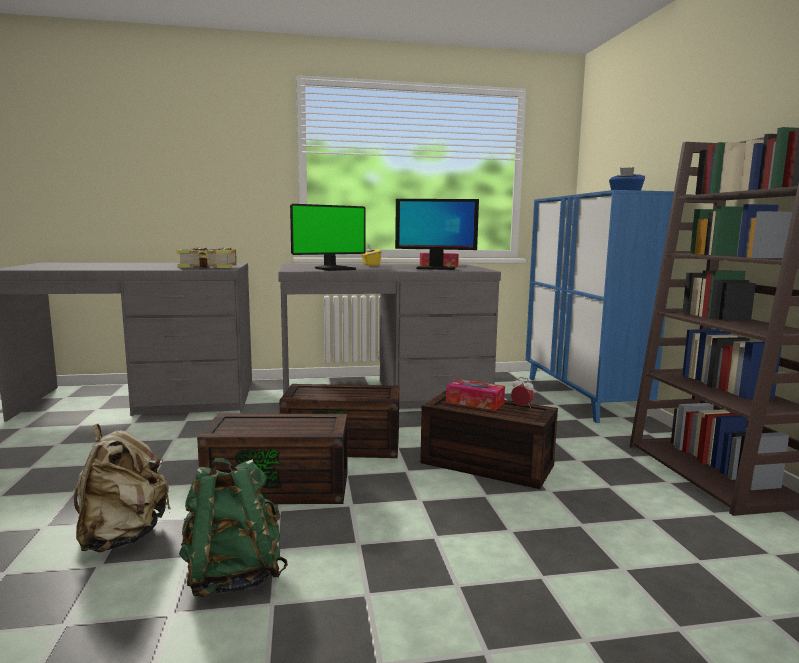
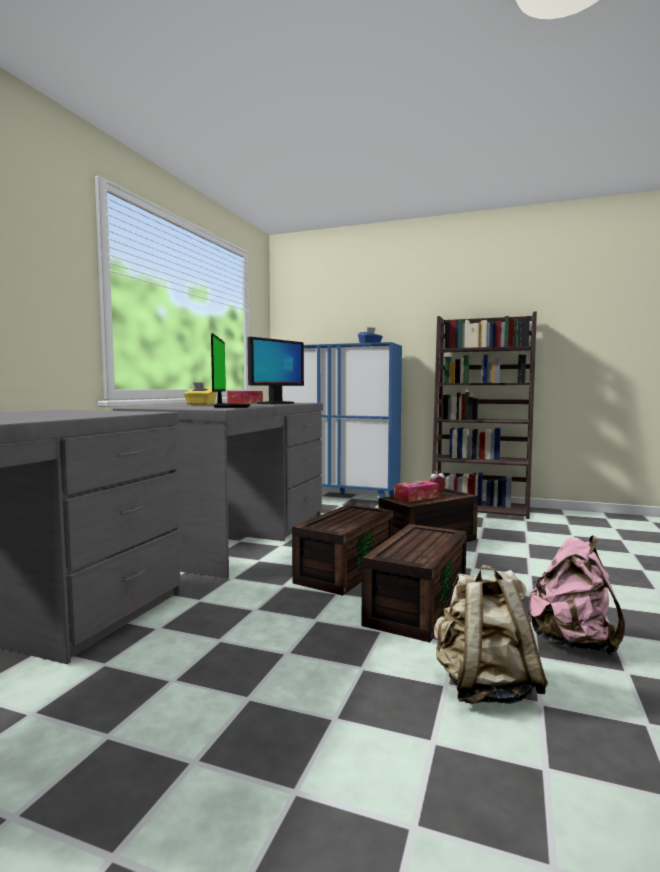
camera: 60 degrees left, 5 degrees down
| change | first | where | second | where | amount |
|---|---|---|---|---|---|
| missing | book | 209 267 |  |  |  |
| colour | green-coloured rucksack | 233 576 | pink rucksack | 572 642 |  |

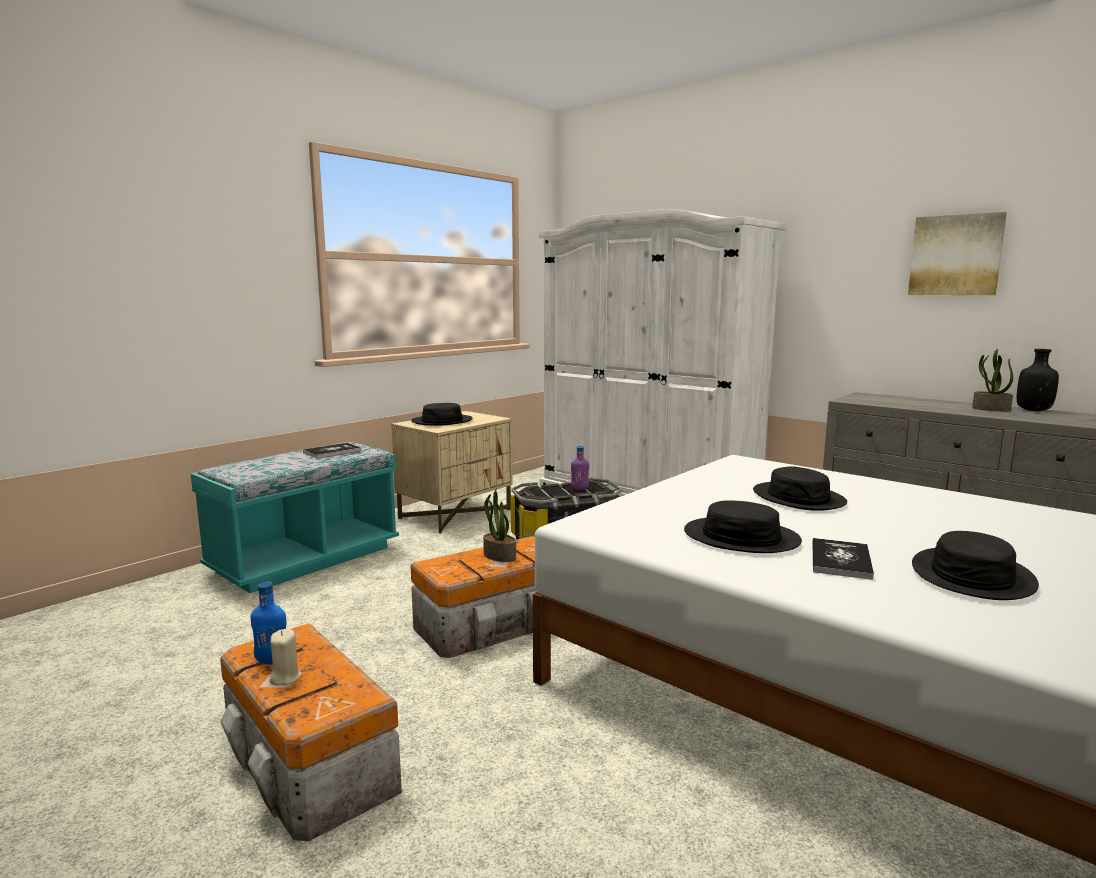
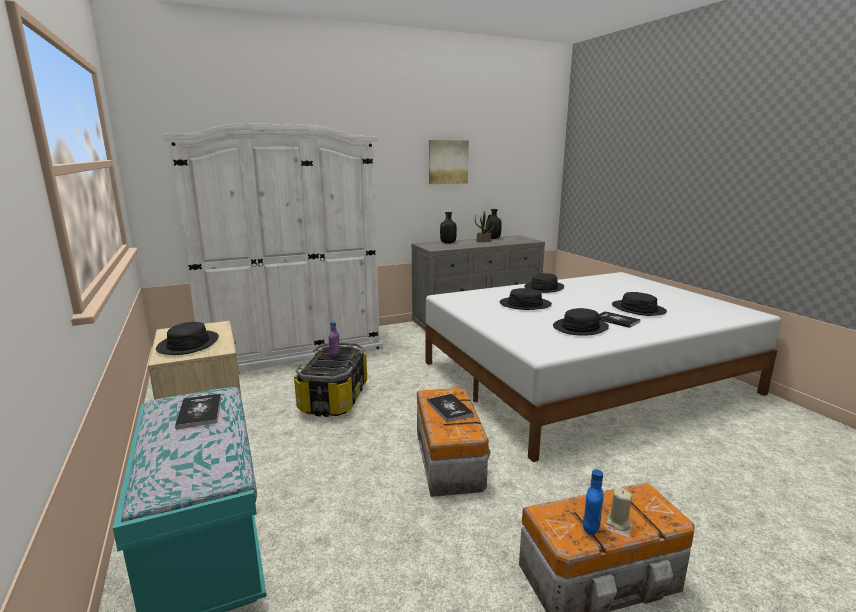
camera: 65 degrees left, 5 degrees up
| change | first | where | second | where | amount |
|---|---|---|---|---|---|
| exchanged | potted plant | 499 556 | book | 449 408 |  |
| appeared |  |  | black beverage bottle | 447 243 |  |
| appeared |  |  | black clothing hat | 544 288 |  |

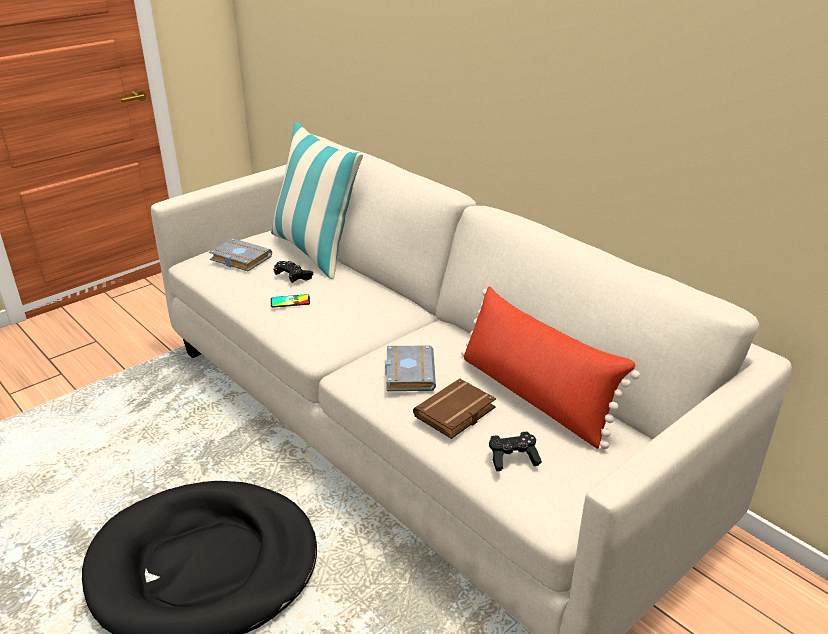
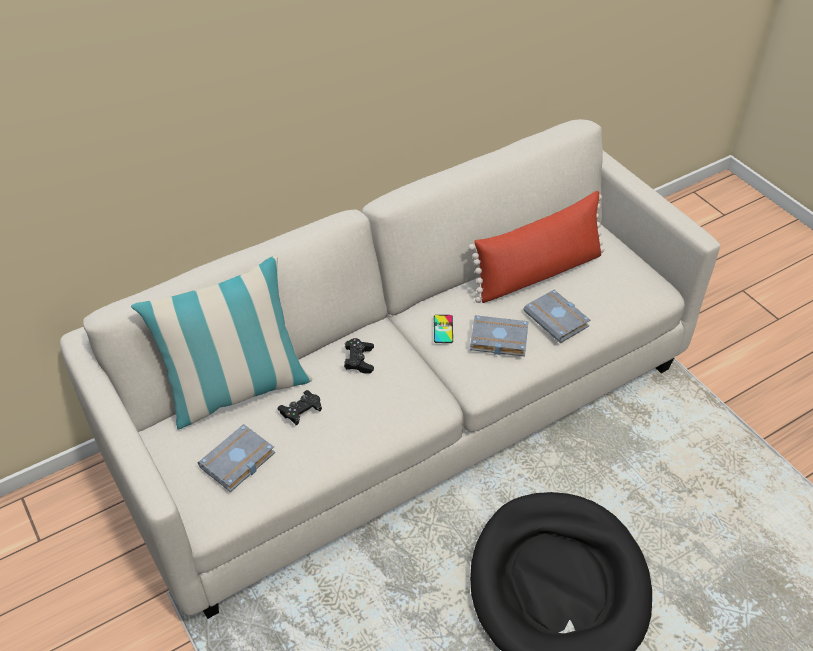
camera: 80 degrees left, 15 degrees up
| change | first | where | second | where | amount |
|---|---|---|---|---|---|
| relocated | telephone | 290 301 |  | 443 329 |  |
| colour | brown-coloured book | 455 414 | gray book | 558 319 |  |
| relocated | black gamepad | 513 458 |  | 359 361 |  |

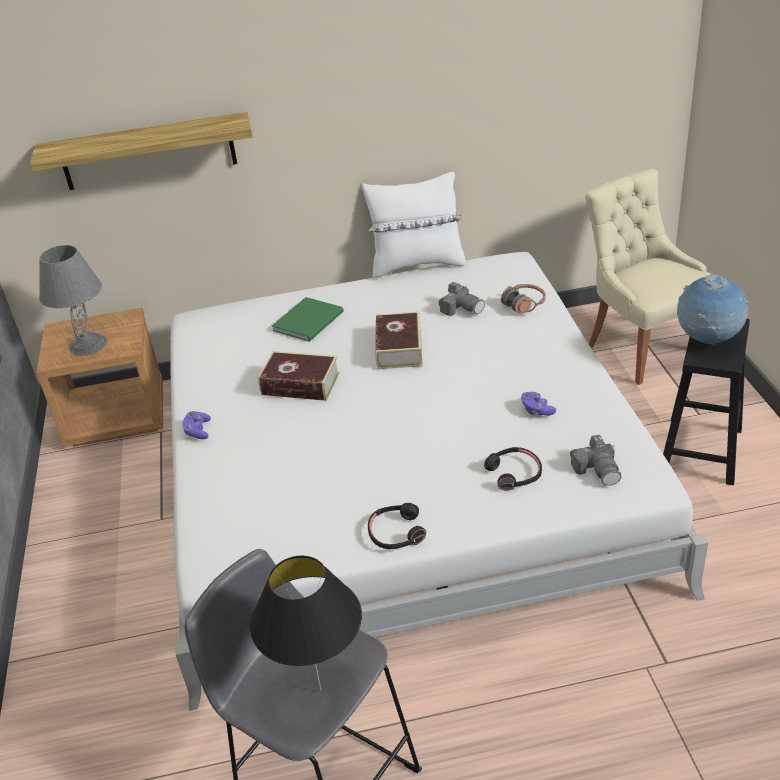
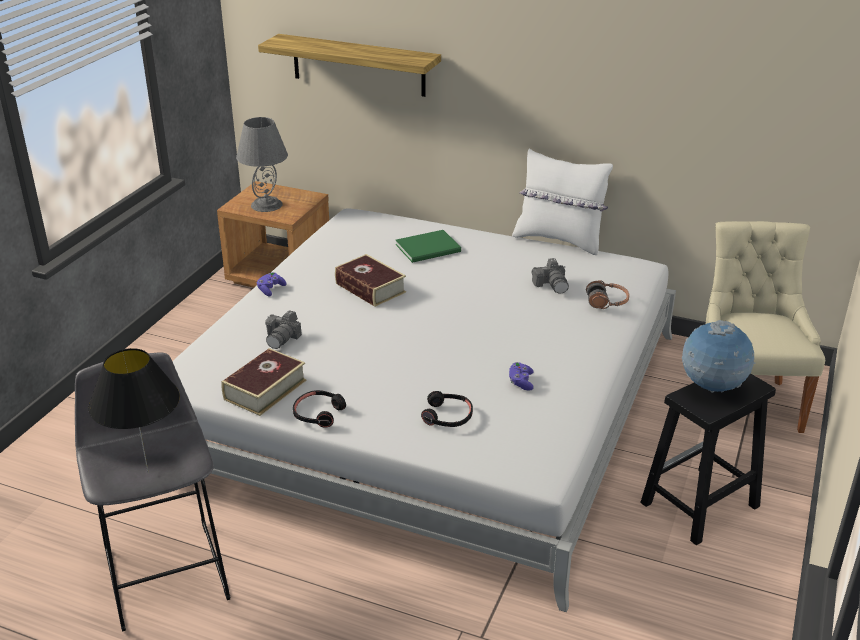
camera: 30 degrees right, 5 degrees down
| change | first | where | second | where | amount |
|---|---|---|---|---|---|
| relocated | book | 399 348 |  | 265 390 |  |
| relocated | photo camera | 598 470 |  | 282 338 |  |

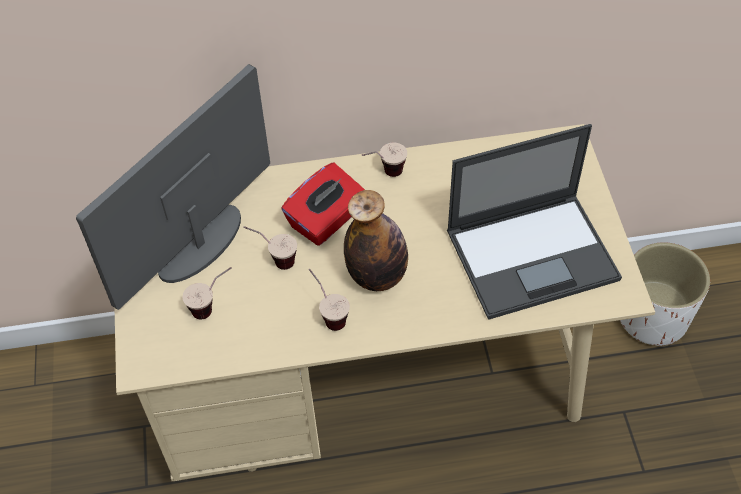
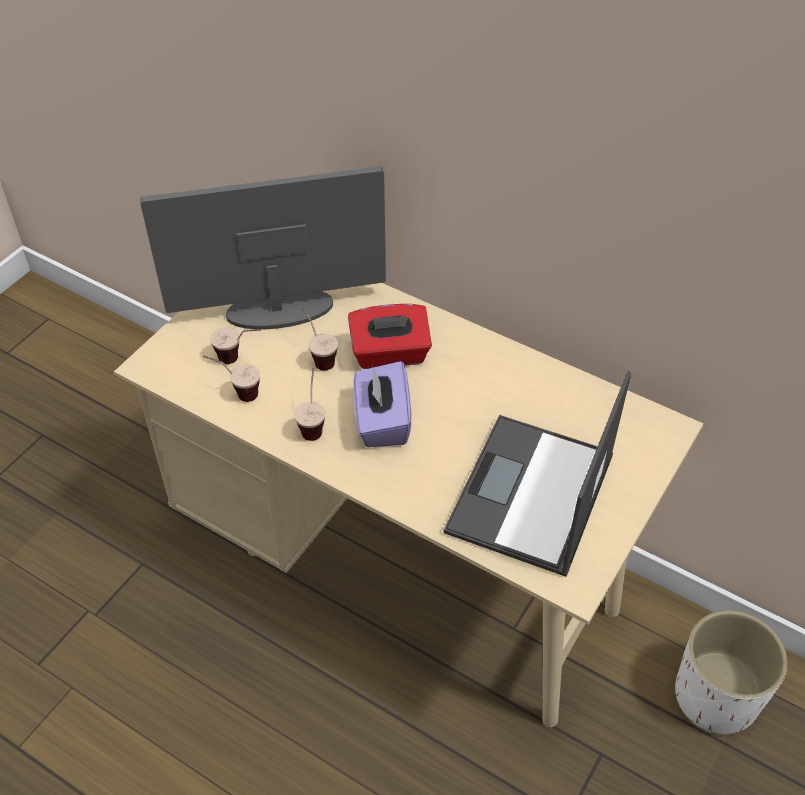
camera: 40 degrees right, 5 degrees down
| change | first | where | second | where | amount |
|---|---|---|---|---|---|
| spun | notebook computer | 533 254 |  | 530 496 | 90 degrees clockwise |
| relocated | drinking cup | 384 174 |  | 236 393 |  |
| exchanged | beverage bottle | 377 276 | purplish tissue holder | 382 422 |  |

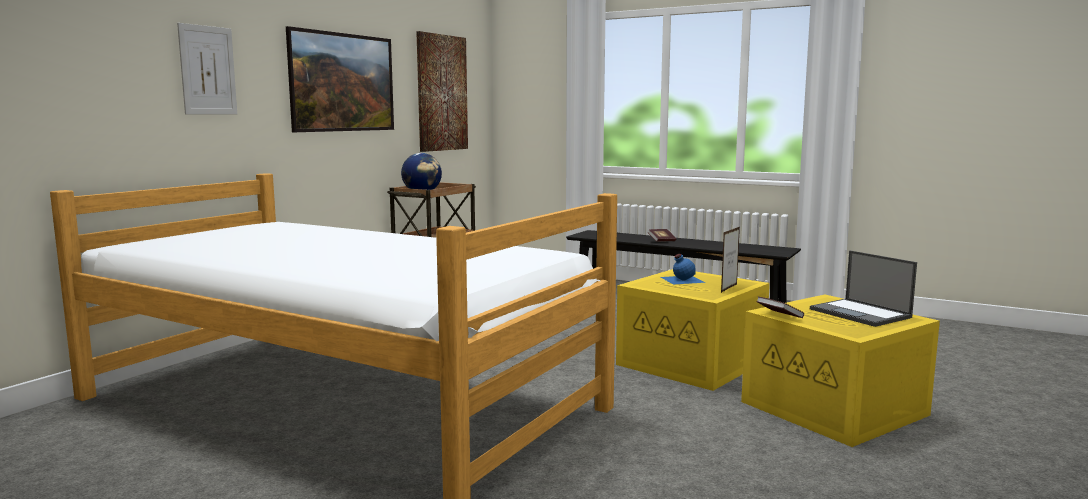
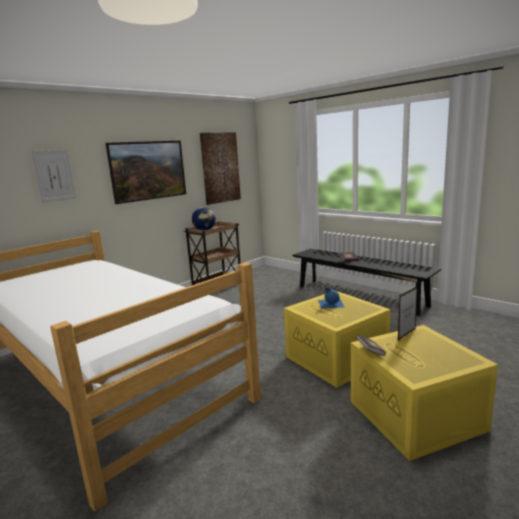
camera: 15 degrees right, 5 degrees up
| change | first | where | second | where | amount |
|---|---|---|---|---|---|
| relocated | standing frame | 729 288 |  | 406 334 |  |
| missing | notebook computer | 861 313 |  |  |  |

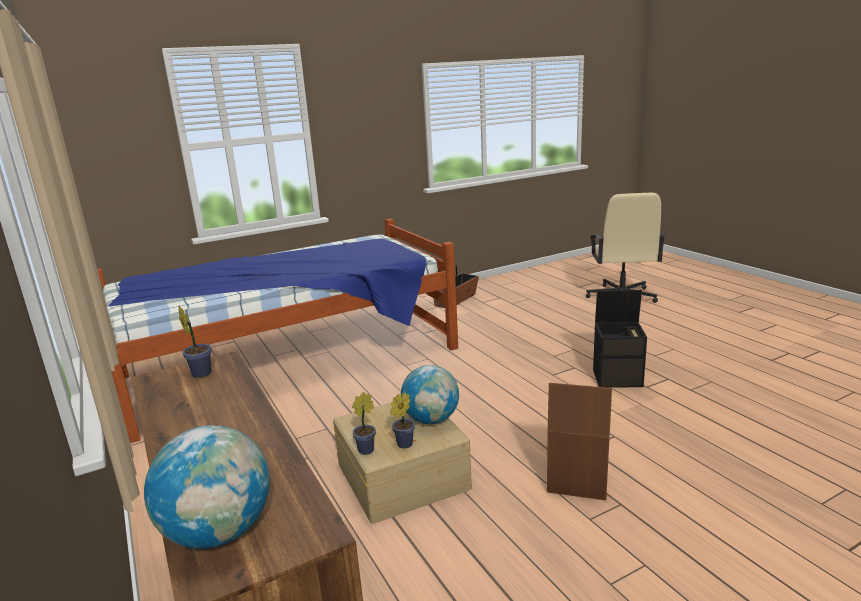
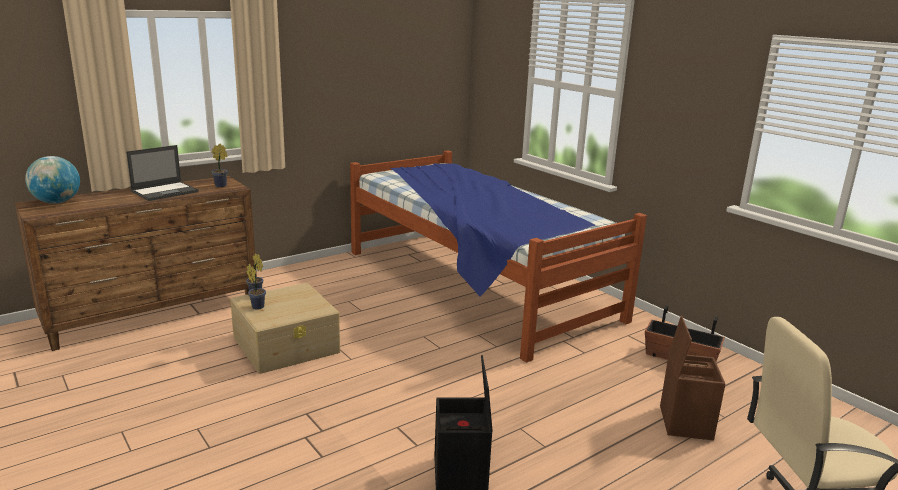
camera: 80 degrees right, 0 degrees up
| change | first | where | second | where | amount |
|---|---|---|---|---|---|
| missing | desk globe | 431 419 |  |  |  |
| relocated | brown-coloured storage container | 576 481 |  | 684 422 |  |
| appeared |  |  | notebook computer | 165 191 |  |

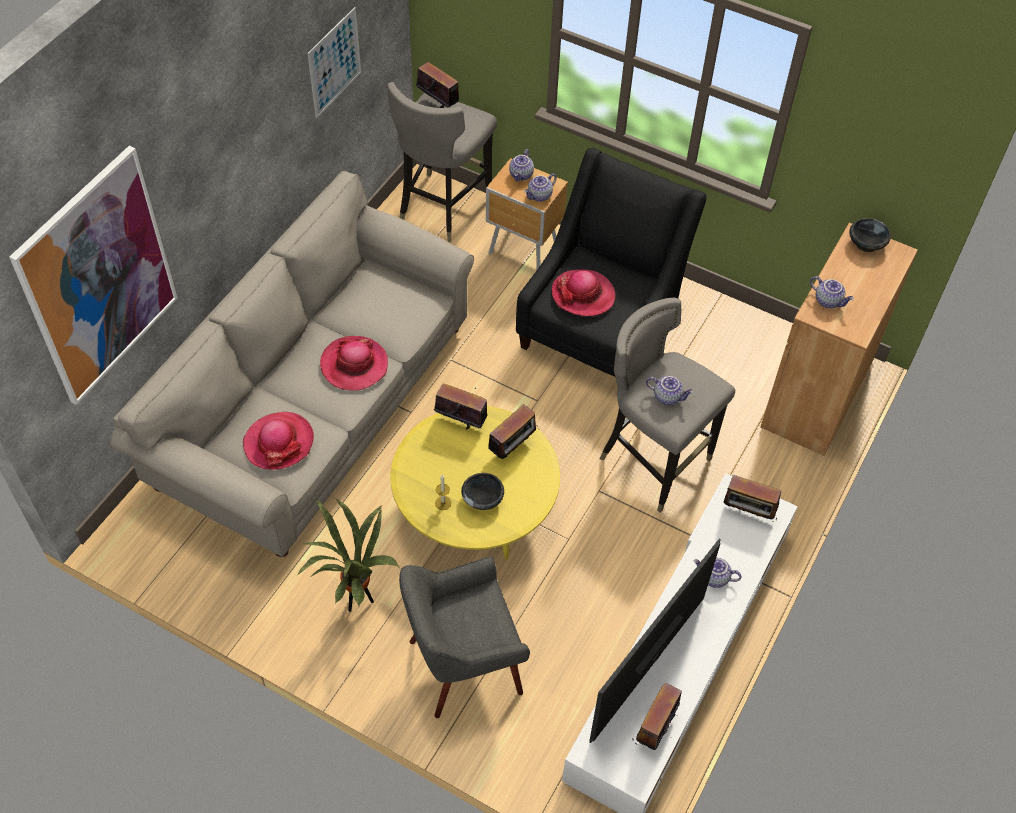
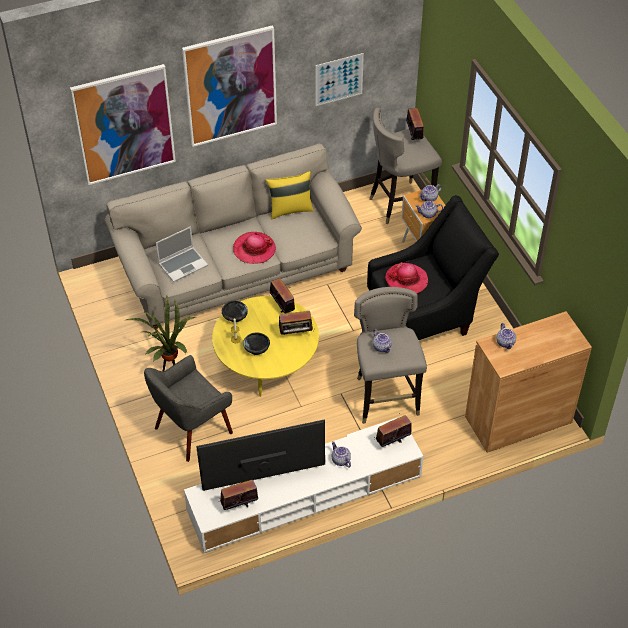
camera: 40 degrees right, 5 degrees down
| change | first | where | second | where | amount |
|---|---|---|---|---|---|
| relocated | black bowl | 866 244 |  | 234 317 |  |
| exchanged | clothing hat | 279 442 | notebook computer | 183 264 |  |
| spun | radio set | 748 512 |  | 392 442 | 90 degrees clockwise |
| spun | gray lounge chair | 463 665 |  | 192 430 | 60 degrees counterclockwise |
| appeared |  |  | wall picture | 230 86 |  |
| appeared |  |  | yellow pillow | 290 209 |  |

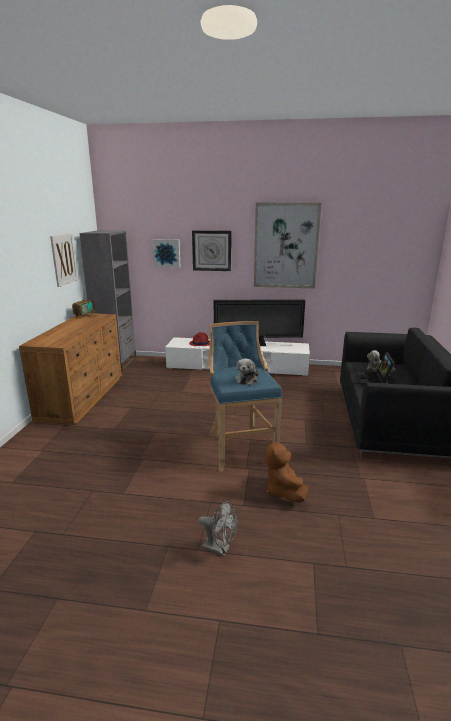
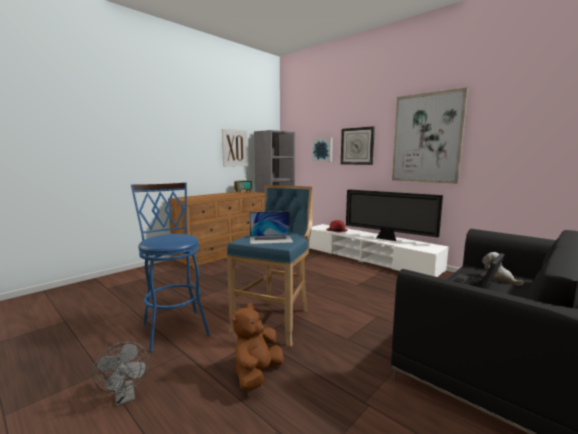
camera: 35 degrees right, 10 degrees down
| change | first | where | second | where | amount |
|---|---|---|---|---|---|
| exchanged | cuddly toy | 247 379 | notebook computer | 271 239 |  |
| appeared |  |  | blue-coloured sitting stool | 174 326 |  |

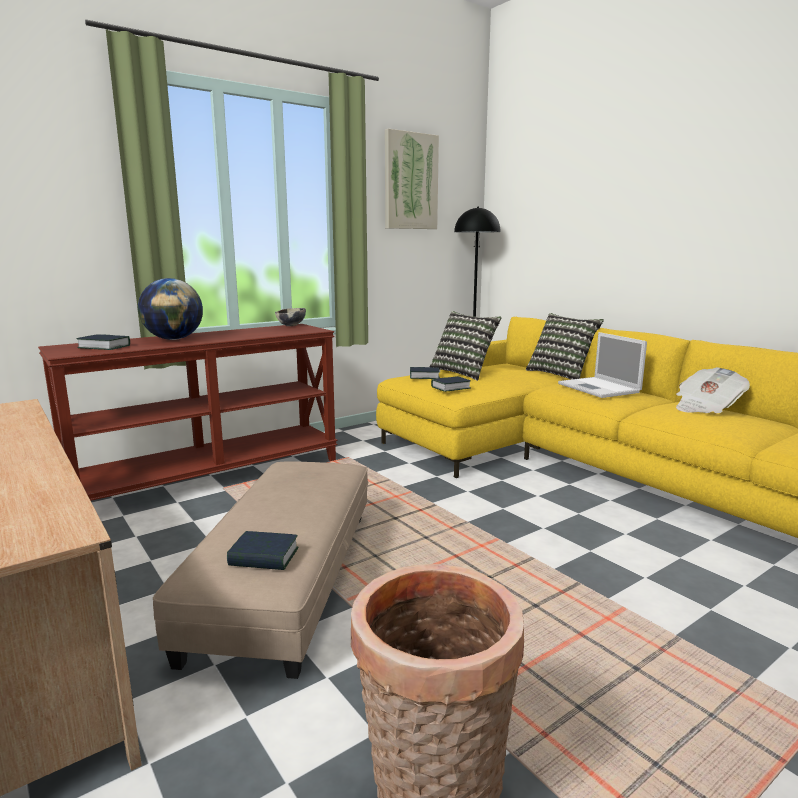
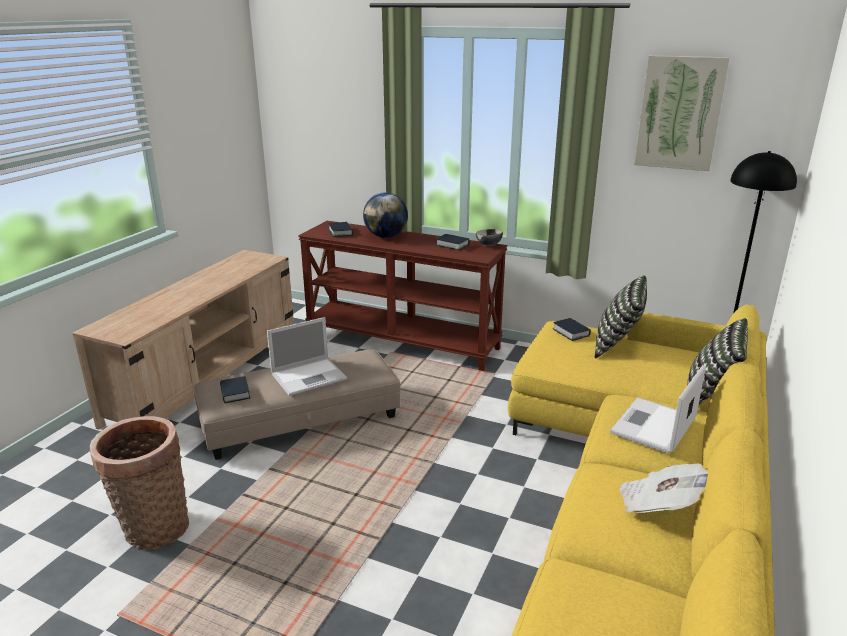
camera: 60 degrees right, 10 degrees up
| change | first | where | second | where | amount |
|---|---|---|---|---|---|
| relocated | book | 450 388 |  | 452 245 |  |
| appeared |  |  | notebook computer | 310 376 |  |

